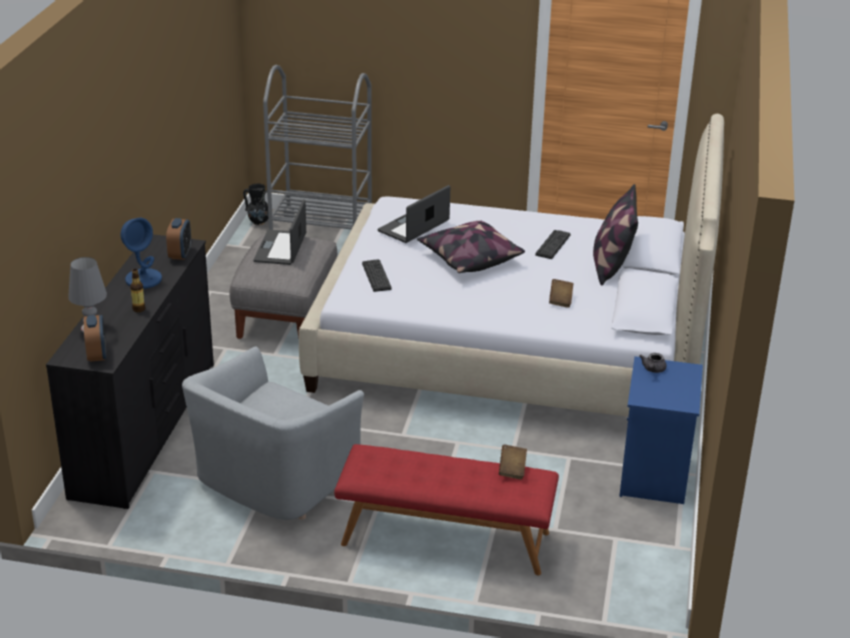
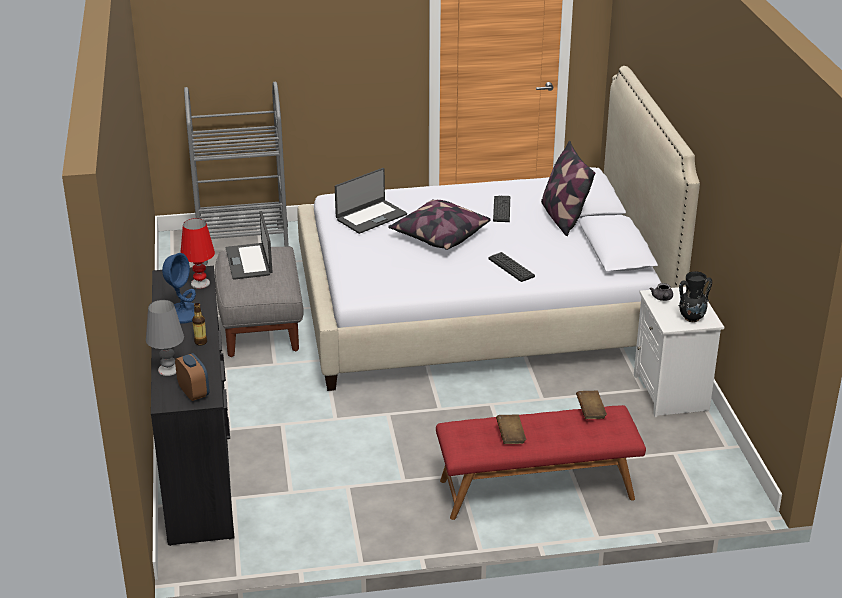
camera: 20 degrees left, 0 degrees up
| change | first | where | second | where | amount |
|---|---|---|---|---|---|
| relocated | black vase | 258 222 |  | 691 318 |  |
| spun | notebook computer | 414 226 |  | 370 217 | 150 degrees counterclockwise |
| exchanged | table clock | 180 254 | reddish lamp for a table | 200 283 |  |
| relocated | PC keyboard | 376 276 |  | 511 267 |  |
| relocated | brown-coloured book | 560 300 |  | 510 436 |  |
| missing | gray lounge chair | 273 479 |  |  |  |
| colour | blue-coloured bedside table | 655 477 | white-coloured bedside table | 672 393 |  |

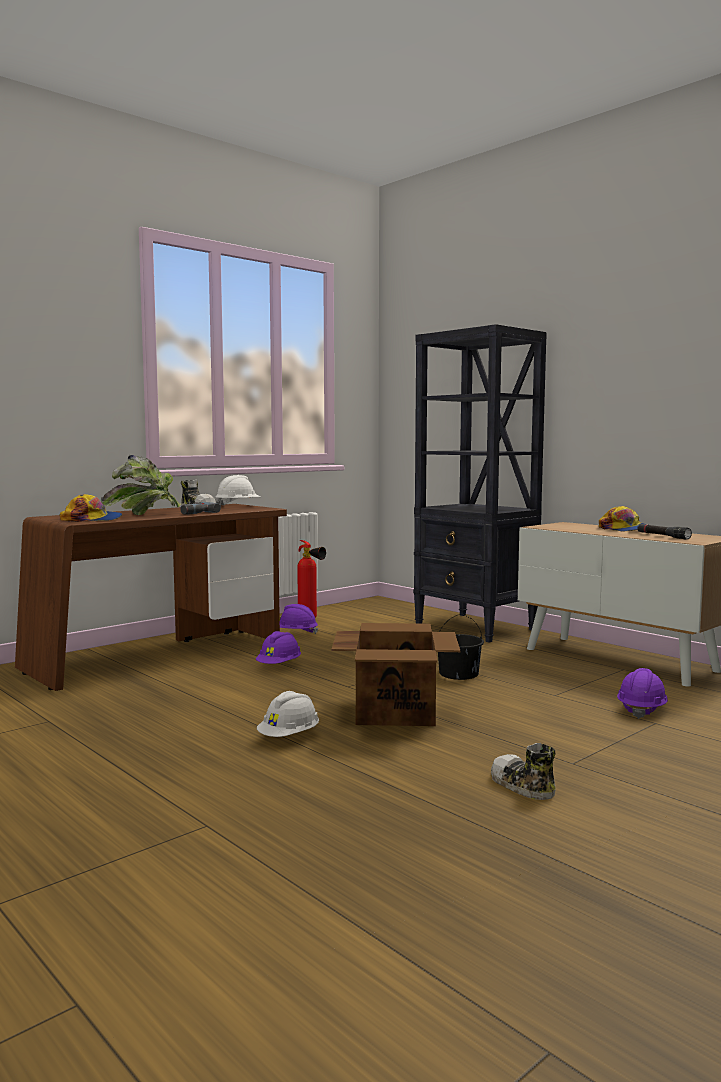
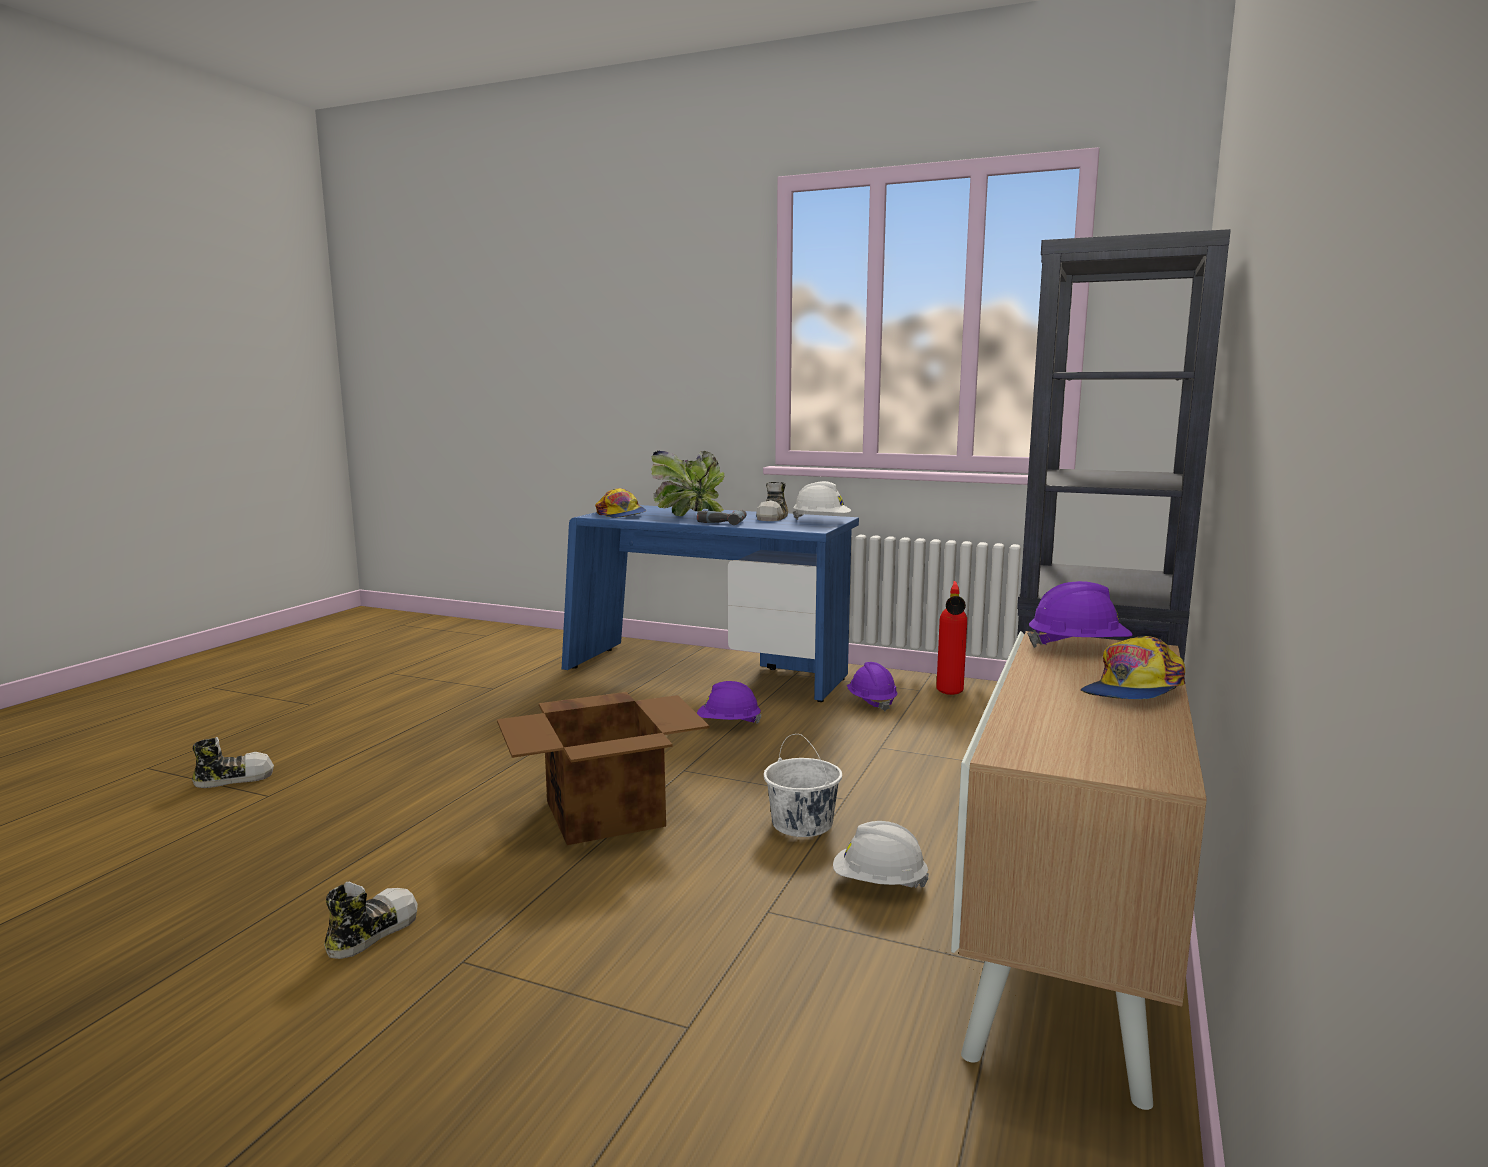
camera: 65 degrees right, 5 degrees up
| change | first | where | second | where | amount |
|---|---|---|---|---|---|
| colour | brown-coloured desk unit | 160 656 | blue-coloured desk unit | 707 673 |  |
| missing | black torch | 662 536 |  |  |  |
| colour | black pail | 459 674 | white-coloured pail | 802 824 |  |
| relocated | purplish safety helmet | 641 710 |  | 1078 647 |  |
| relocated | white-coloured safety helmet | 289 737 |  | 879 883 |  |
| appeared |  |  | item of footwear | 234 778 |  |

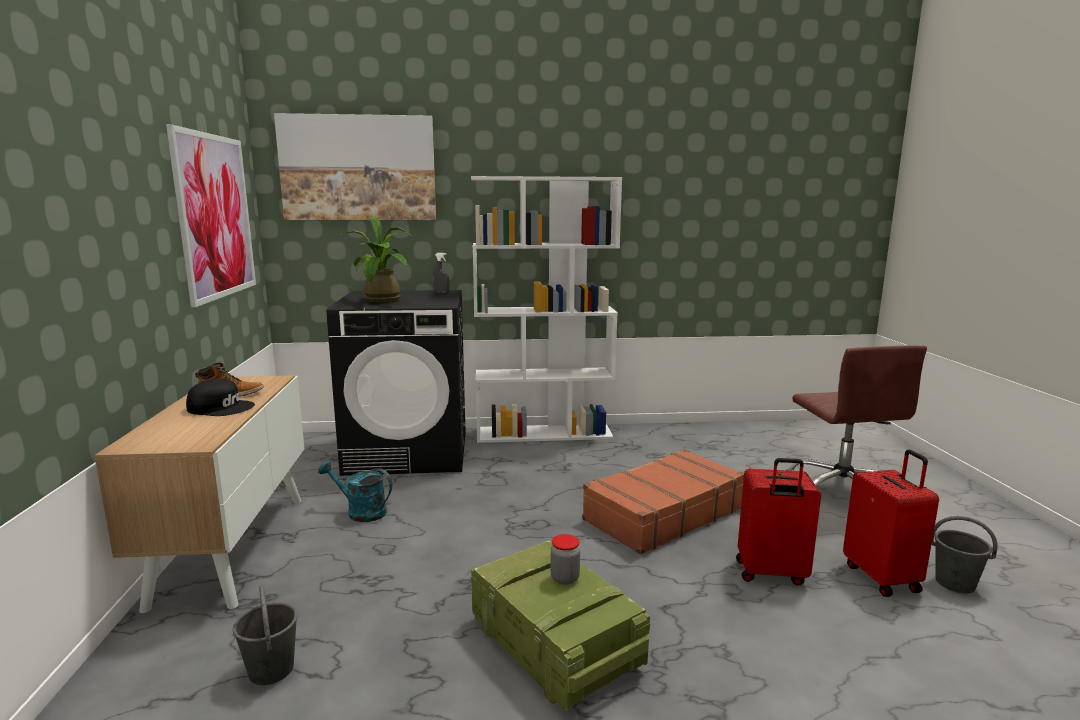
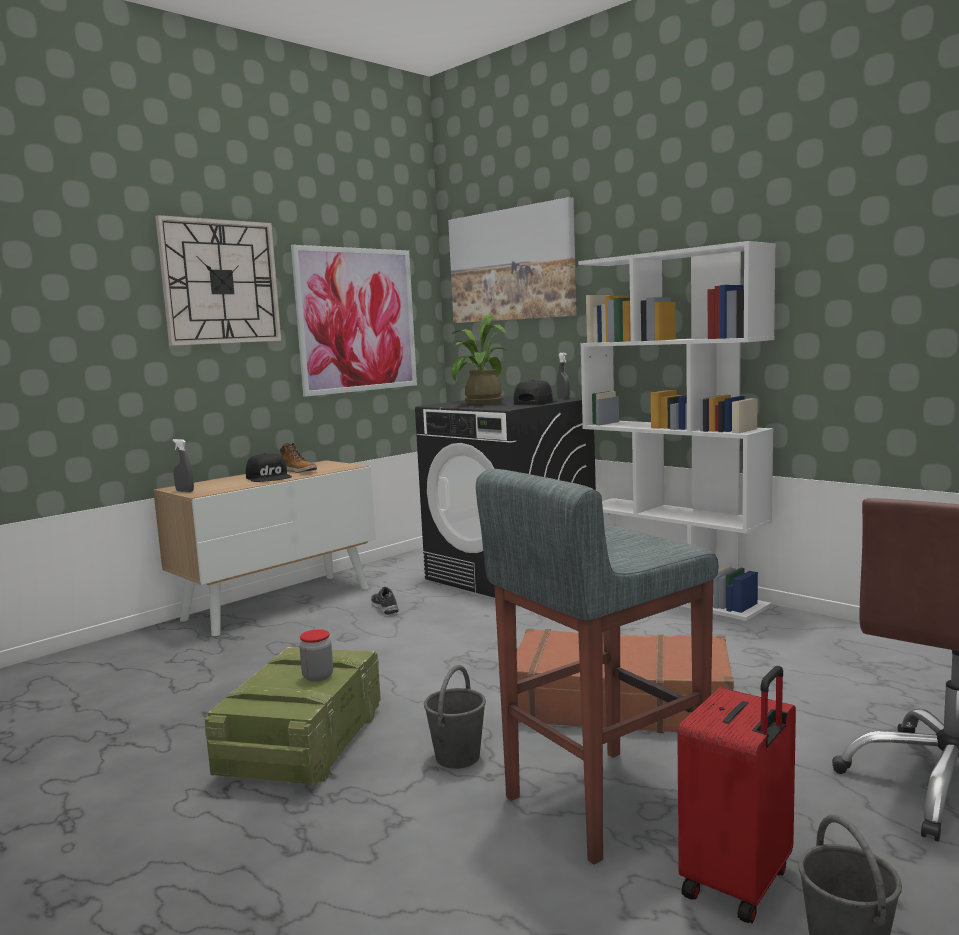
camera: 50 degrees right, 5 degrees down
| change | first | where | second | where | amount |
|---|---|---|---|---|---|
| exchanged | reddish travel case | 770 573 | gray sitting stool | 601 802 |  |
| exchanged | turquoise-coloured watering can | 360 512 | item of footwear | 385 608 |  |
| relocated | gray pail | 271 670 |  | 457 757 |  |
| appeared |  |  | clock on the wall | 220 282 |  |
| appeared |  |  | black cap | 535 402 |  |
| appeared |  |  | gray hand sprayer | 185 491 |  |

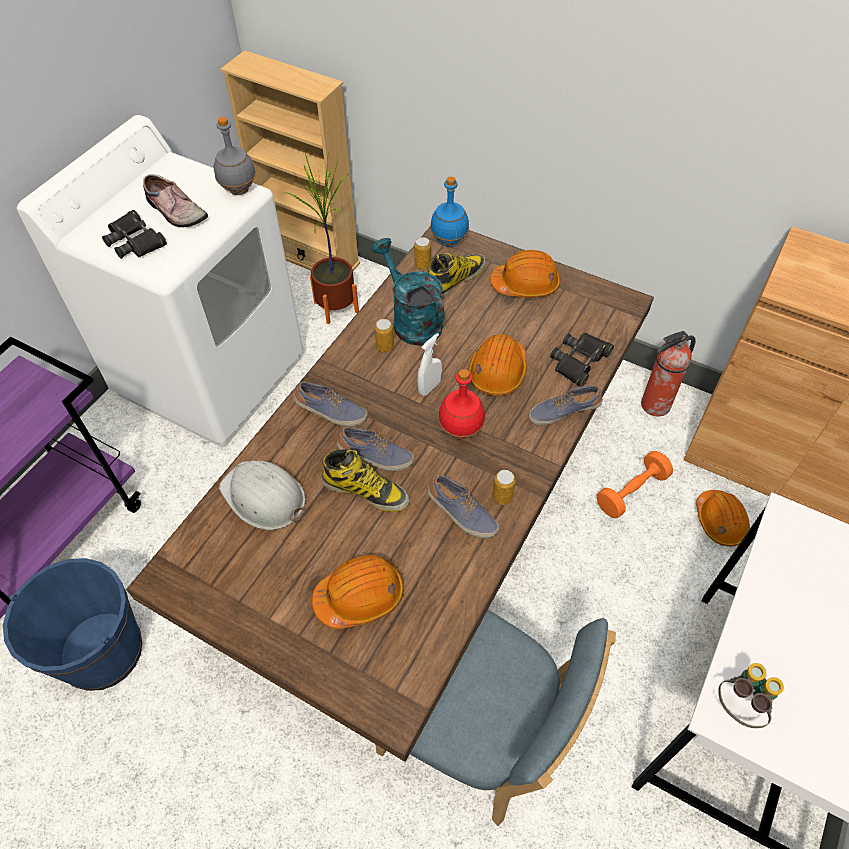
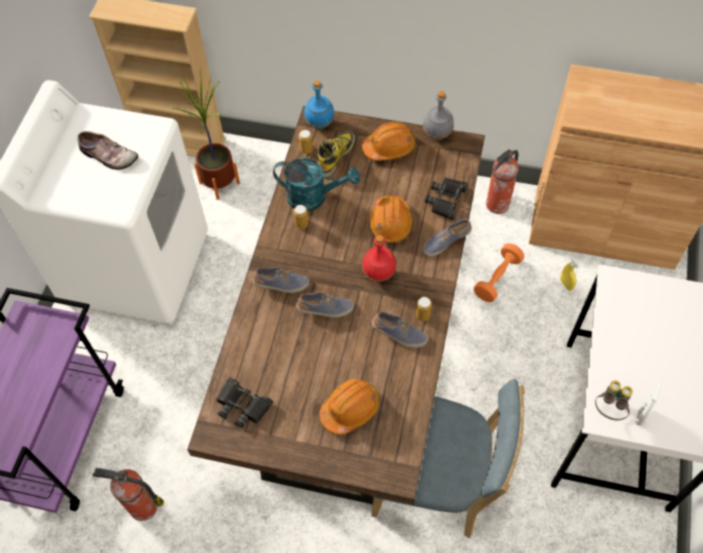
camera: 15 degrees left, 5 degrees up
| change | first | where | second | where | amount |
|---|---|---|---|---|---|
| relocated | gray beverage bottle | 239 190 |  | 436 135 |  |
| relocated | black binoculars | 135 241 |  | 242 405 |  |
| spun | turquoise-coloured watering can | 411 320 |  | 314 197 | 150 degrees clockwise |
| relocated | white-coloured hand sprayer | 429 387 |  | 640 415 |  |
| missing | boot | 366 490 |  |  |  |
| missing | white-coloured safety helmet | 264 497 |  |  |  |
| exchanged | orange safety helmet | 720 522 | yellow hand sprayer | 566 284 |  |
| exchanged | blue-coloured pail | 103 651 | fire-fighting cylinder | 141 506 |  |

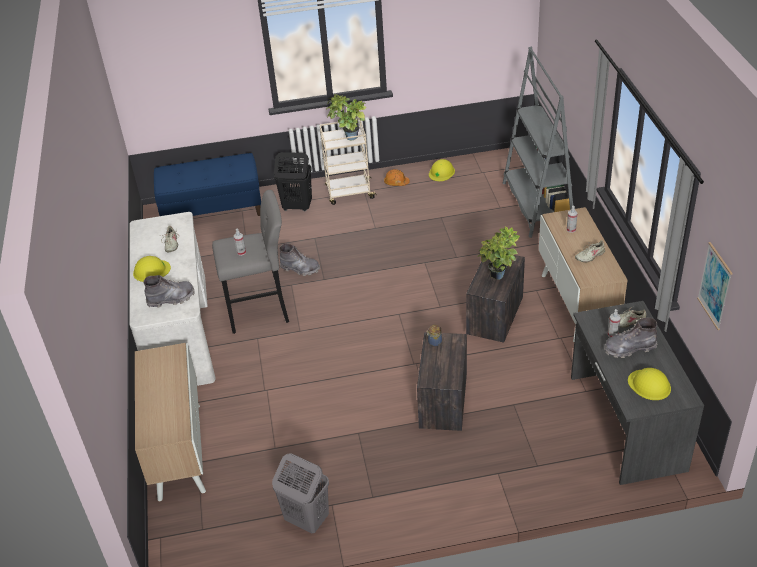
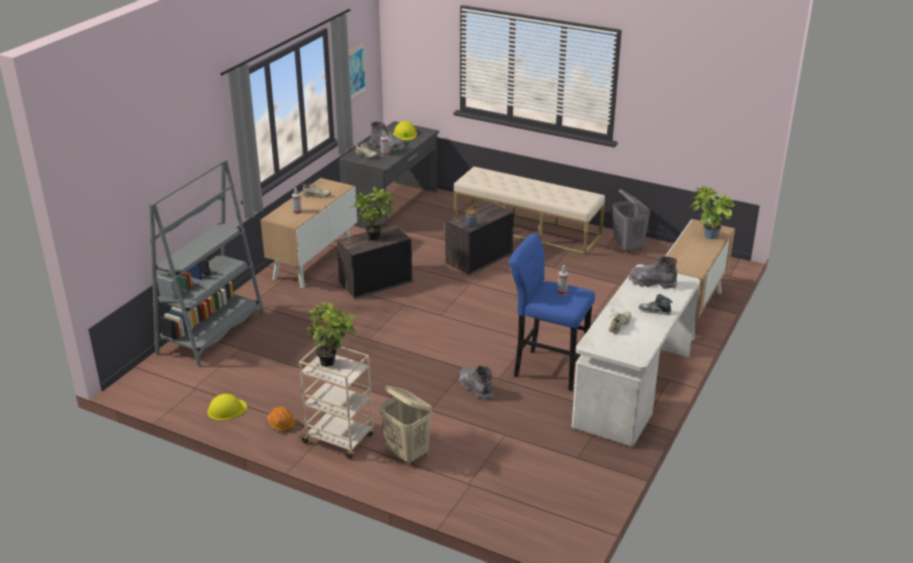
camera: 145 degrees left, 10 degrees down
| change | first | where | second | where | amount |
|---|---|---|---|---|---|
| colour | black washing basket | 297 206 | beige washing basket | 407 454 |  |
| missing | blue-coloured bench | 213 210 |  |  |  |
| colour | gray sitting stool | 261 312 | blue-coloured sitting stool | 547 369 |  |
| exchanged | yellow safety helmet | 151 271 | item of footwear | 654 311 |  |
| appeared |  |  | beige bench | 527 229 |  |
| appeared |  |  | potted plant | 707 237 |  |

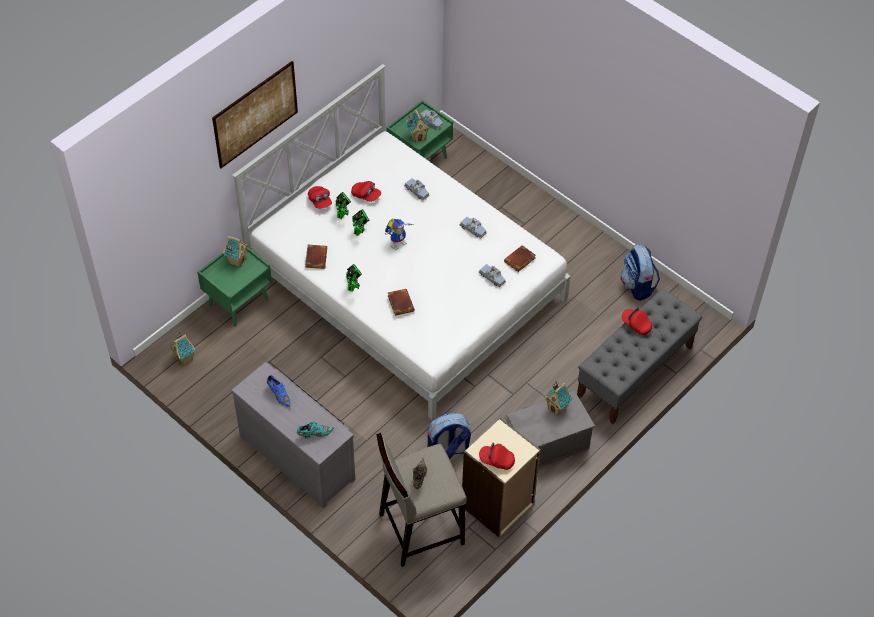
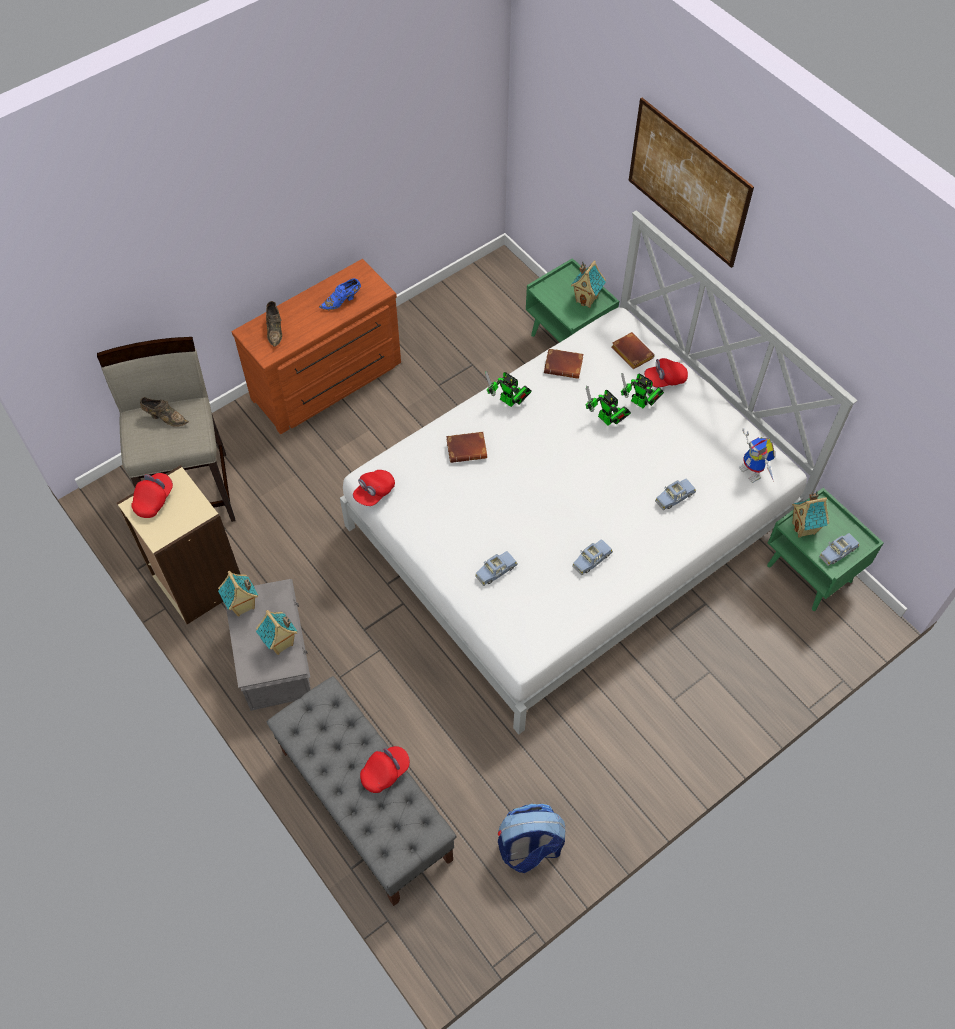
camera: 100 degrees right, 5 degrees up
| change | first | where | second | where | amount |
|---|---|---|---|---|---|
| relocated | reddish cap | 366 195 |  | 374 492 |  |
| relocated | robot figure | 398 242 |  | 754 472 |  |
| relocated | brown-coloured book | 520 261 |  | 630 353 |  |
| relocated | model house | 185 359 |  | 242 606 |  |
| colour | gray dresser | 299 455 | brown-coloured dresser | 329 382 |  |
| missing | rucksack | 448 450 |  |  |  |
| colour | turquoise-coloured item of footwear | 314 434 | brown-coloured item of footwear | 275 330 |  |

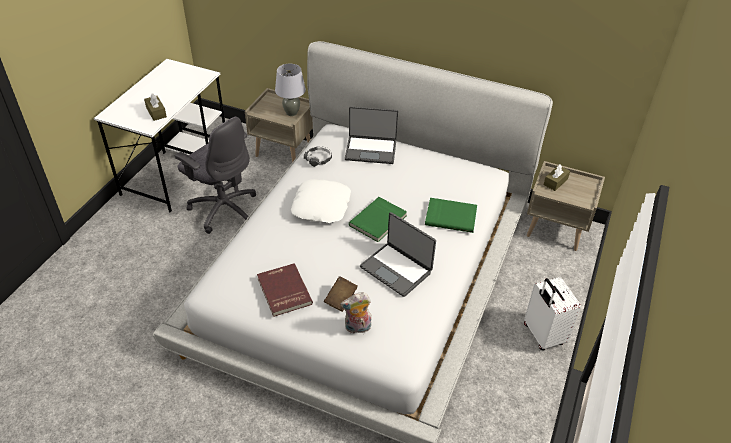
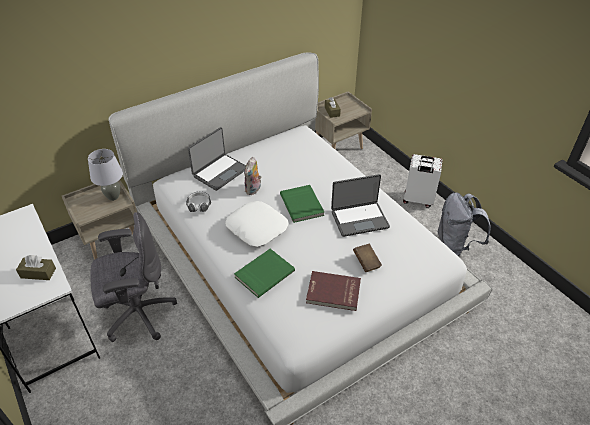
camera: 55 degrees left, 0 degrees up
| change | first | where | second | where | amount |
|---|---|---|---|---|---|
| relocated | green-coloured book | 451 216 |  | 264 273 |  |
| relocated | cuddly toy | 357 328 |  | 253 190 |  |
| appeared |  |  | gray rucksack | 455 245 |  |

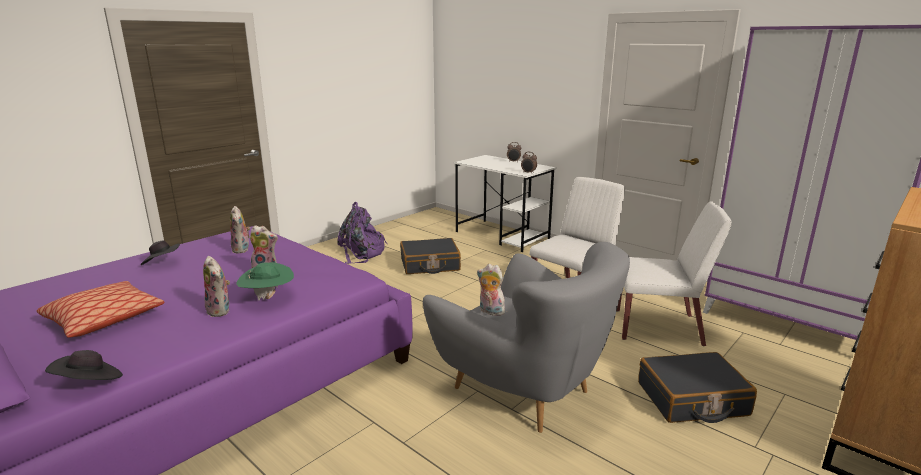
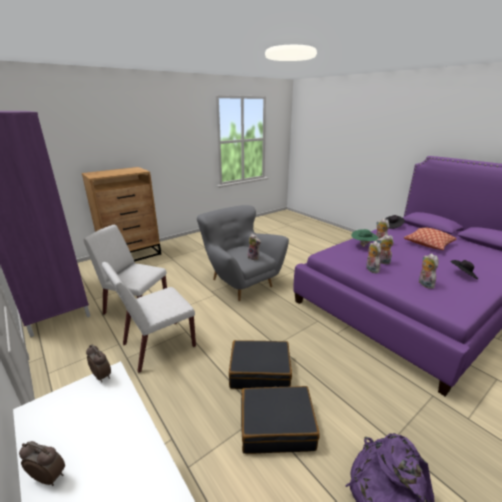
camera: 170 degrees left, 5 degrees up
| change | first | where | second | where | amount |
|---|---|---|---|---|---|
| relocated | black travel case | 692 399 |  | 260 371 |  |
| appeared |  |  | cuddly toy | 370 269 |  |

